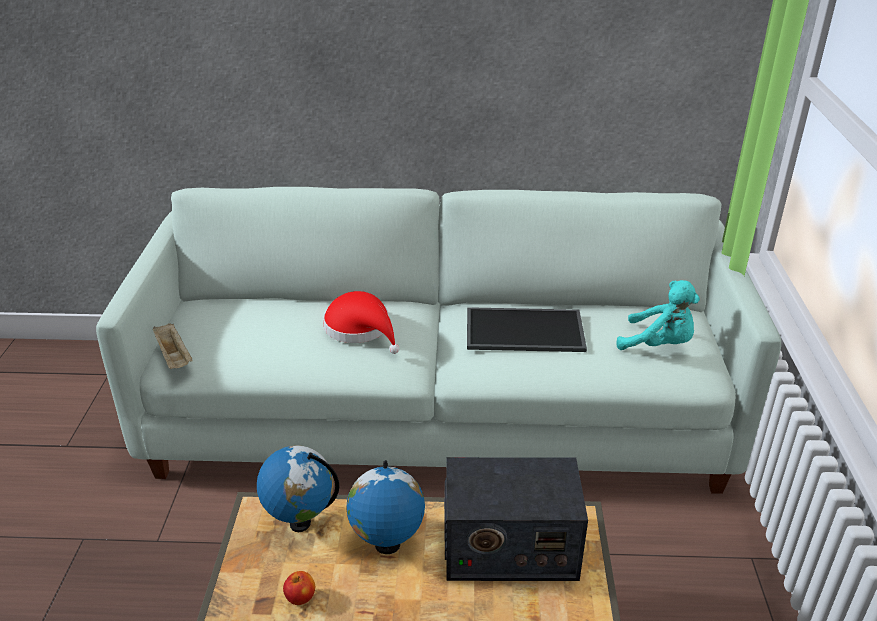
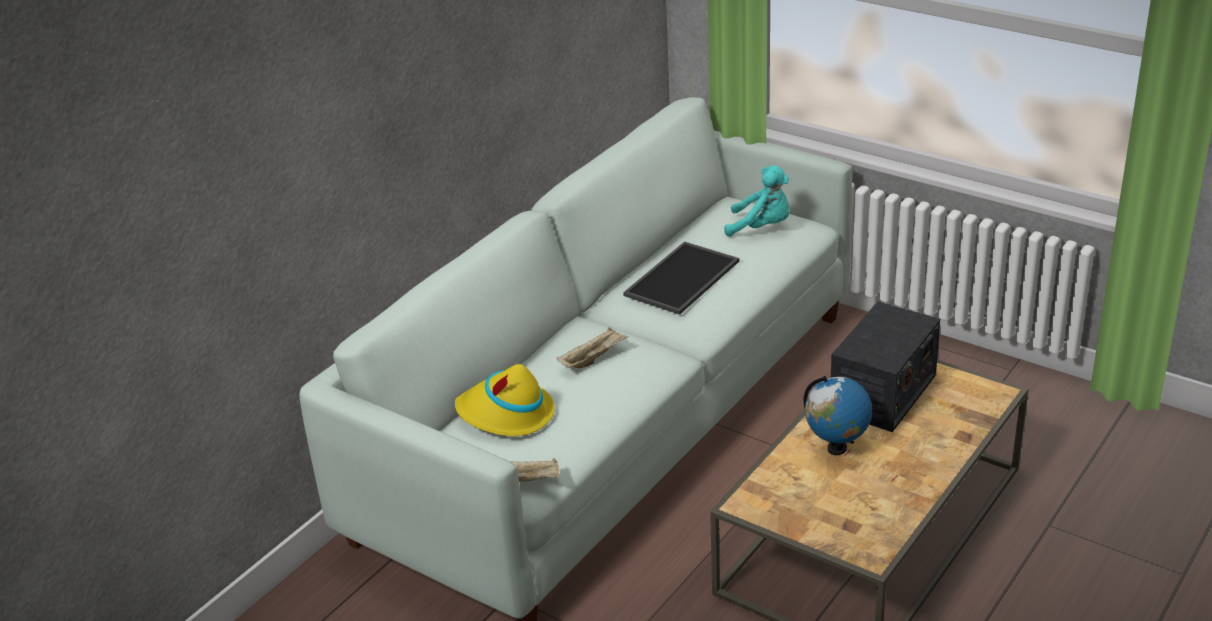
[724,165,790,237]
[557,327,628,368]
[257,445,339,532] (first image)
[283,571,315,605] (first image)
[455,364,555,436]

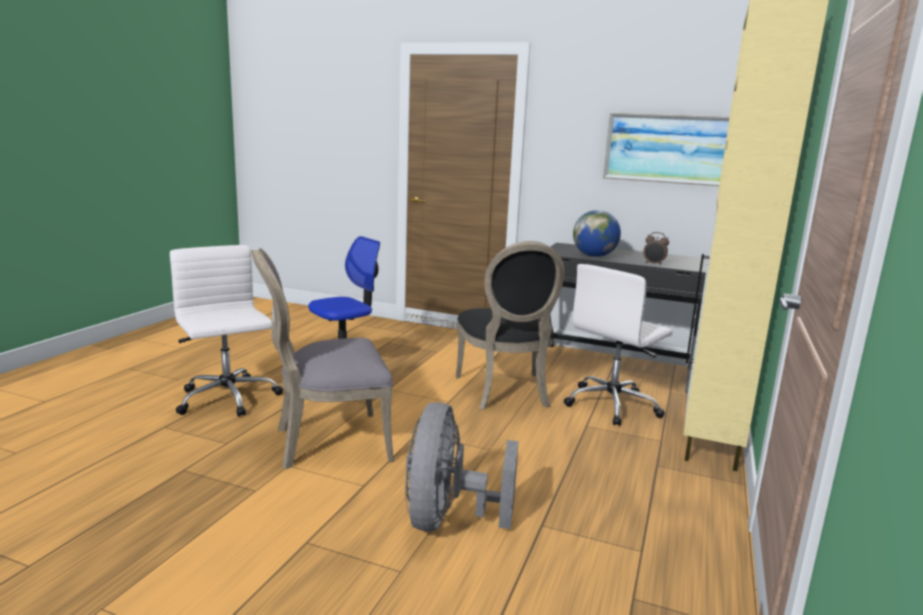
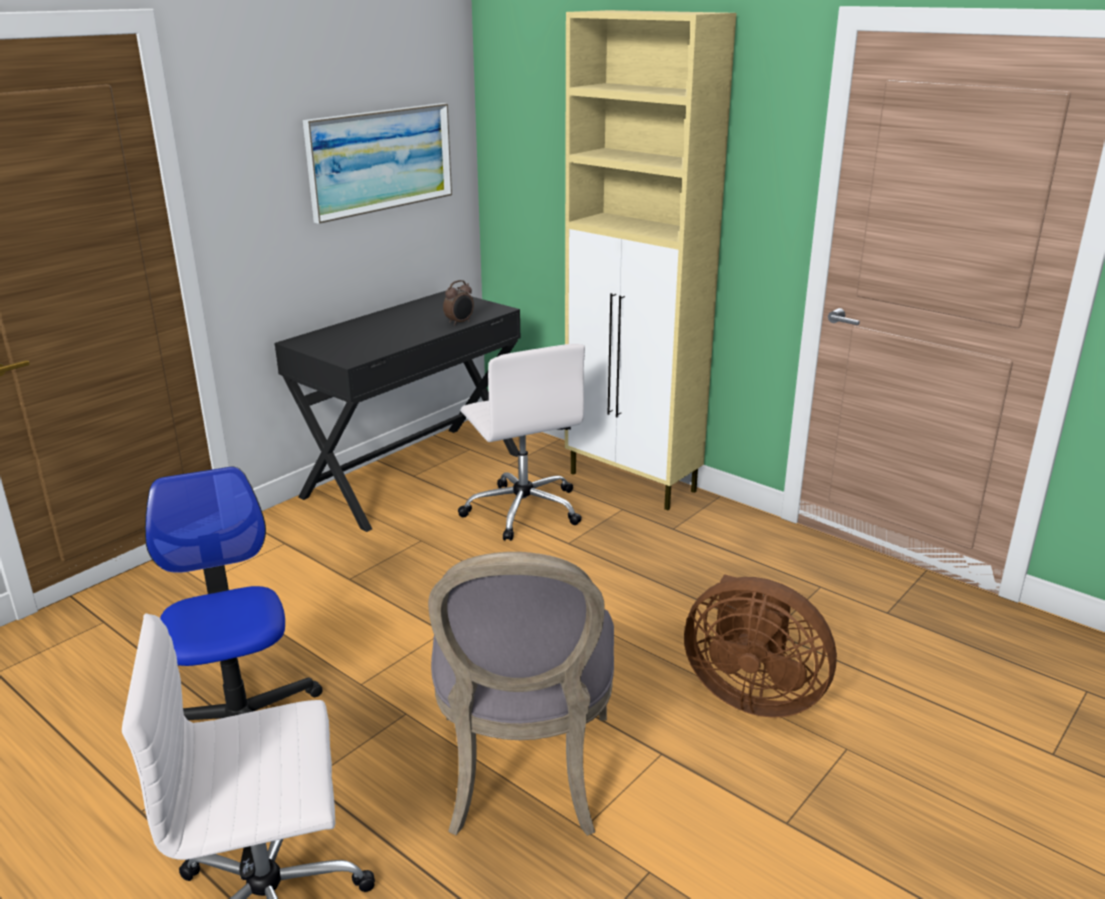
[573,210,621,257] (first image)
[456,241,565,410] (first image)
[684,574,837,718]

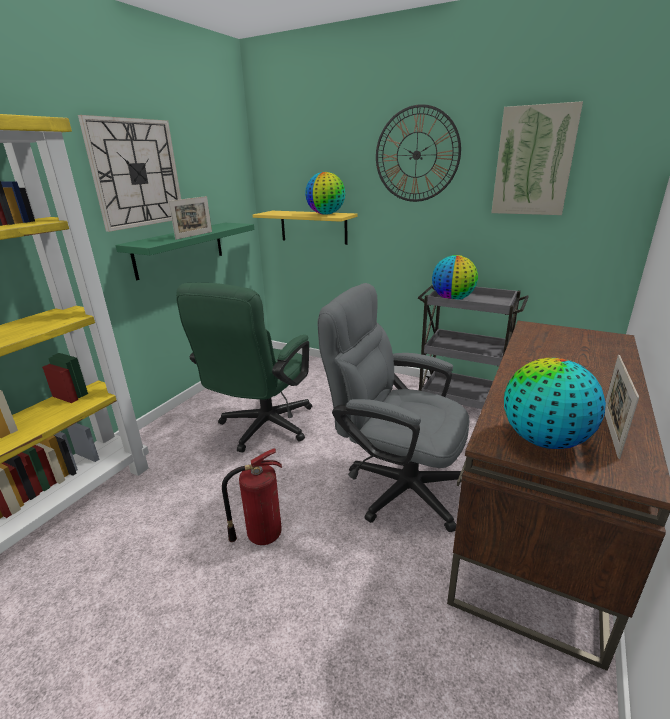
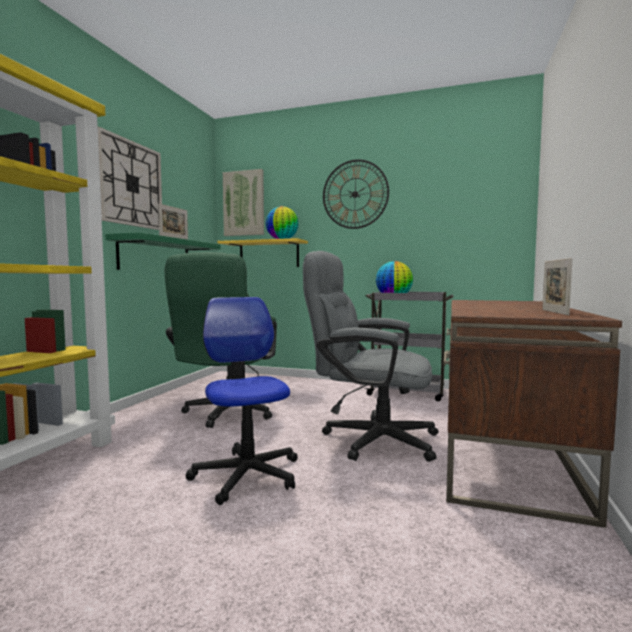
[223,169,264,236]
[504,358,606,449] (first image)
[186,297,298,505]

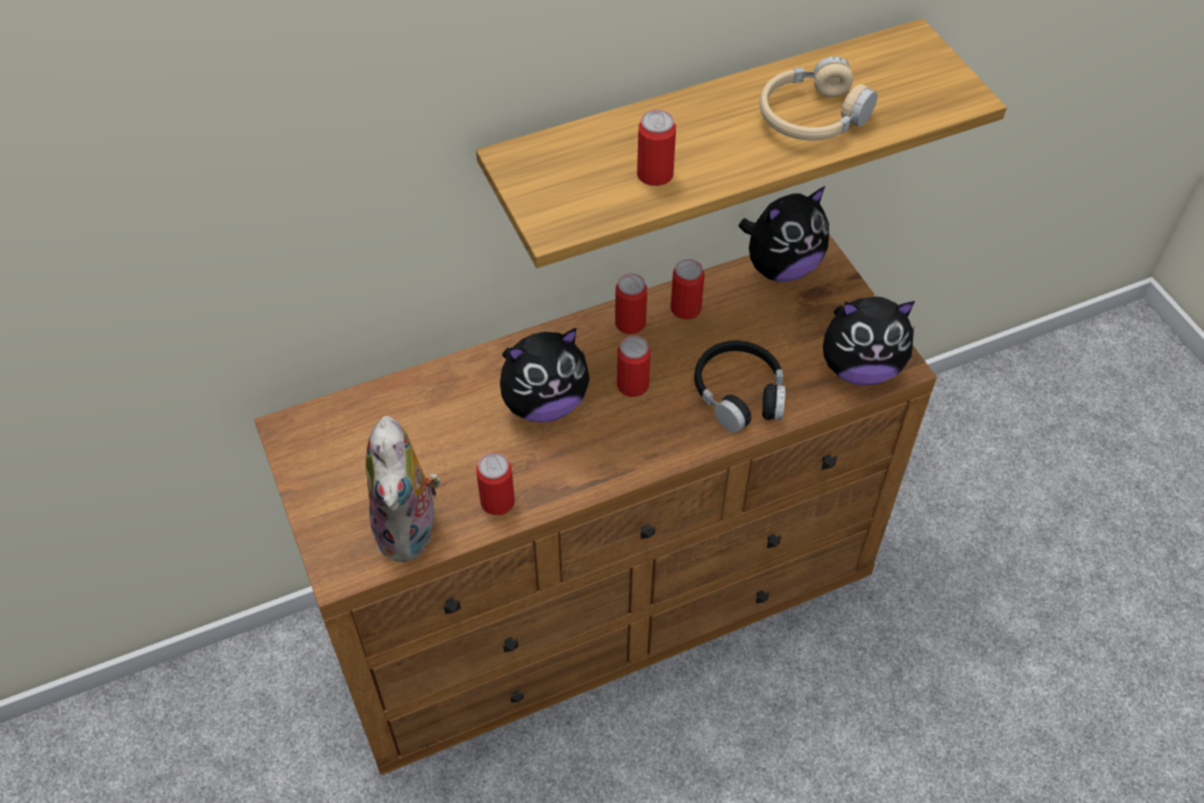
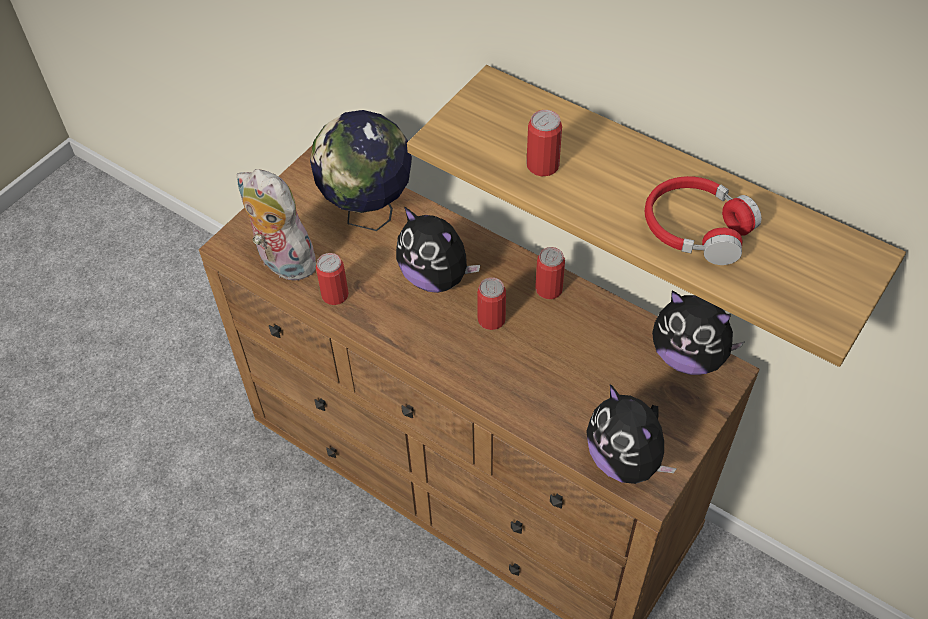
[645,176,761,265]
[671,259,705,319] (first image)
[694,341,785,433] (first image)
[237,169,316,281]
[310,110,412,231]

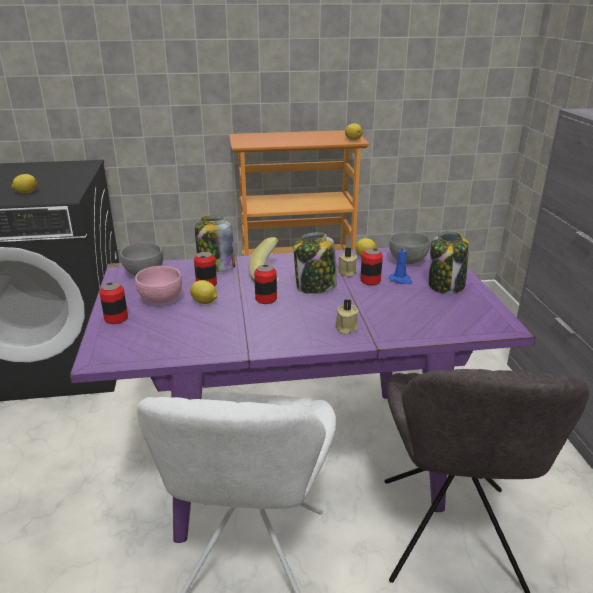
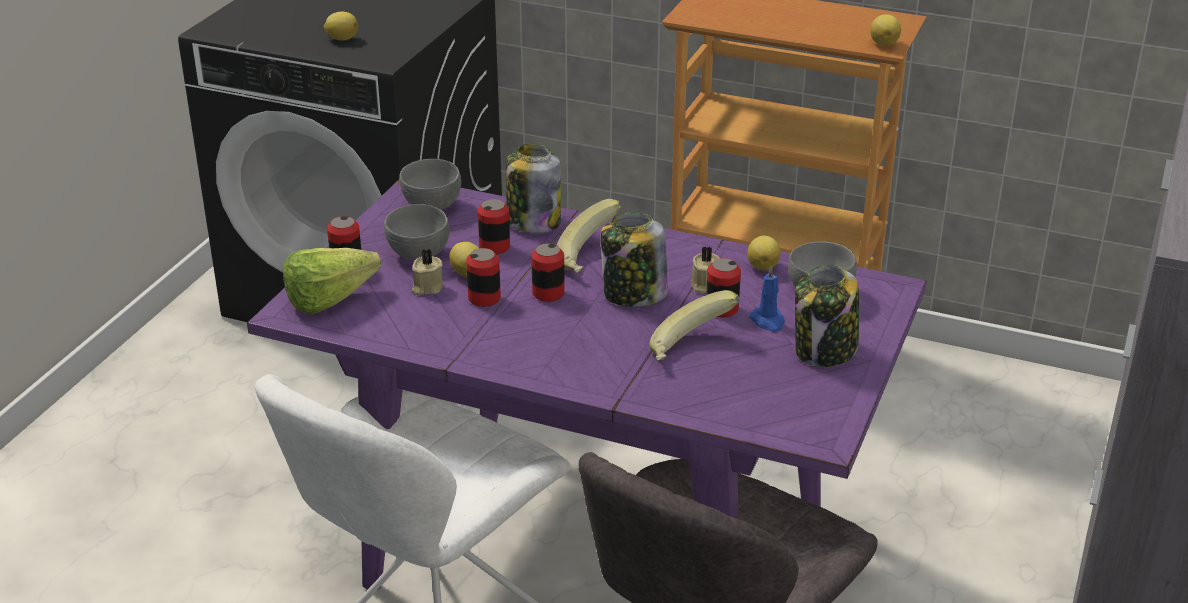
[384,204,450,260]
[412,249,443,295]
[283,248,381,314]
[466,248,501,307]
[650,290,740,361]

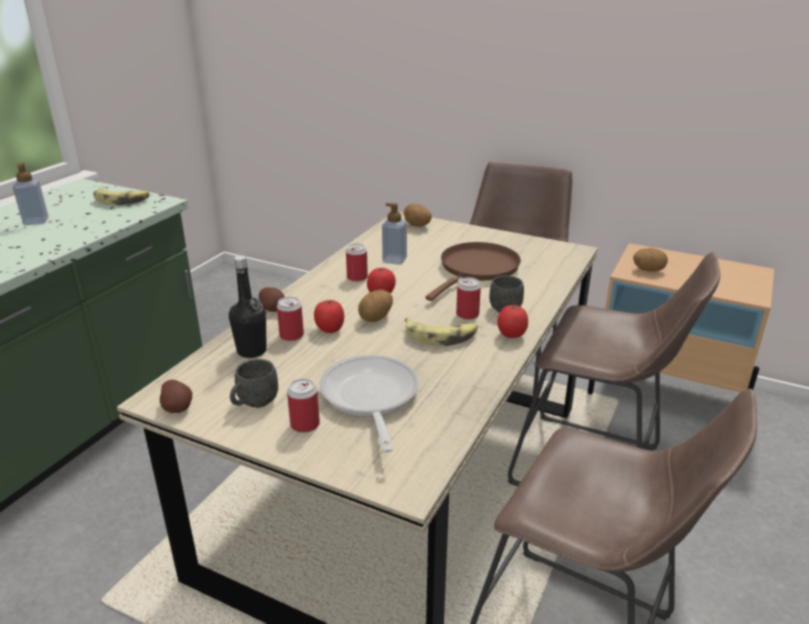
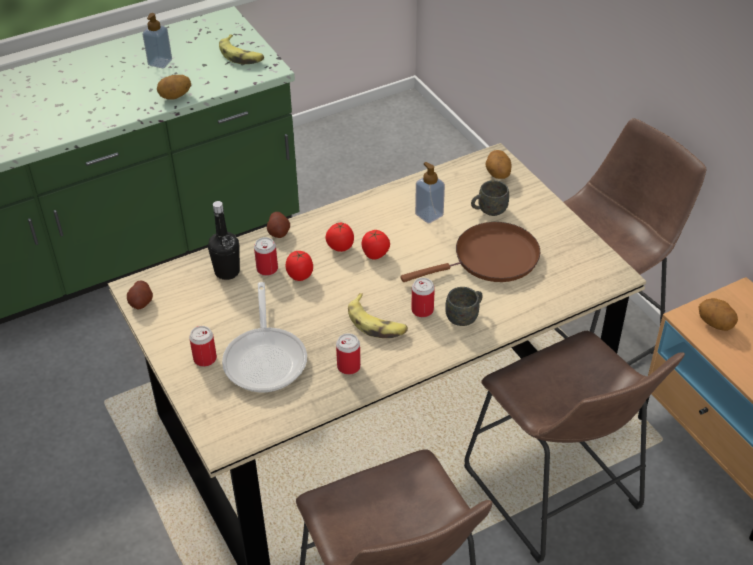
[336,333,361,375]
[157,75,191,100]
[325,223,354,252]
[222,282,307,393]
[471,180,509,216]

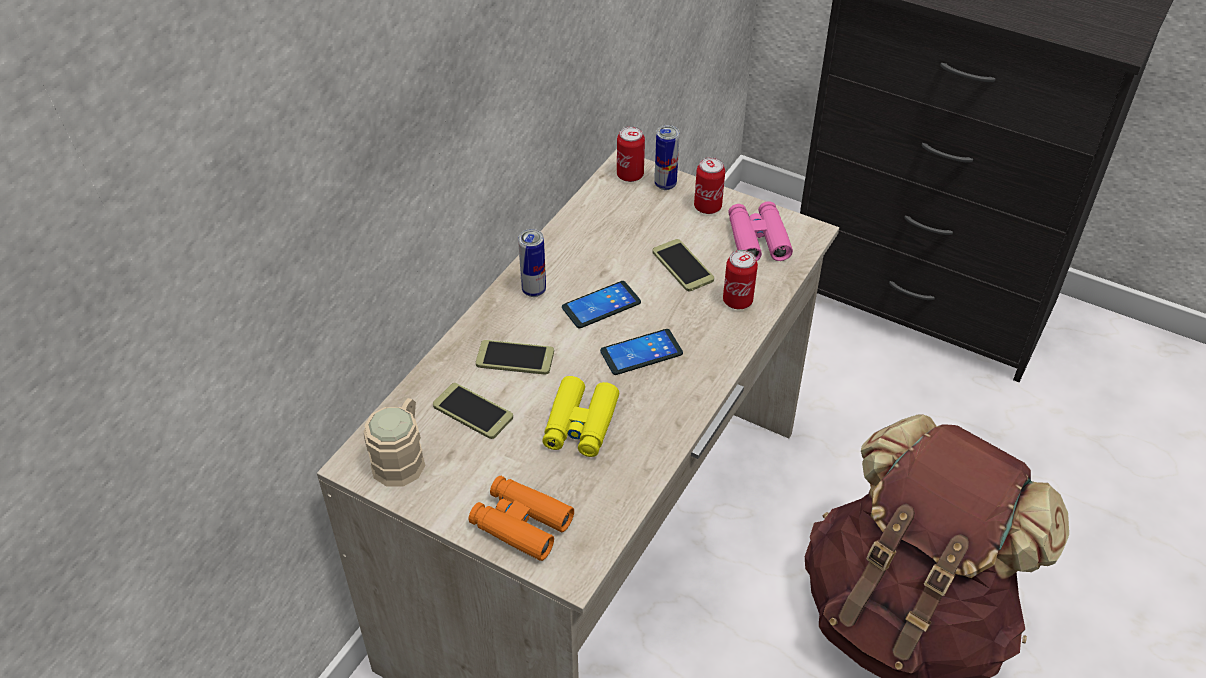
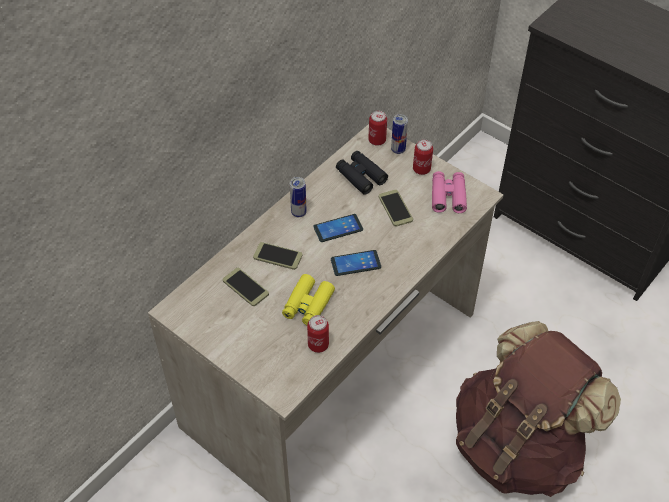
[307,315,329,353]
[363,398,425,487] (first image)
[468,476,574,561] (first image)
[336,151,388,195]

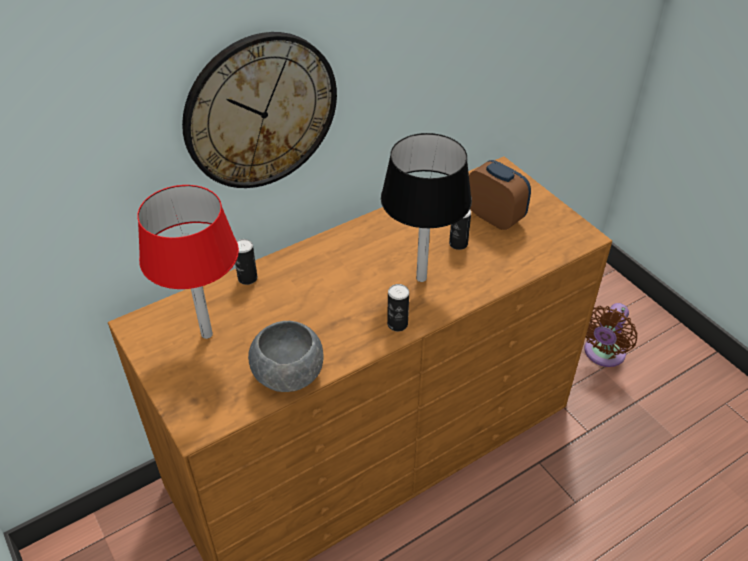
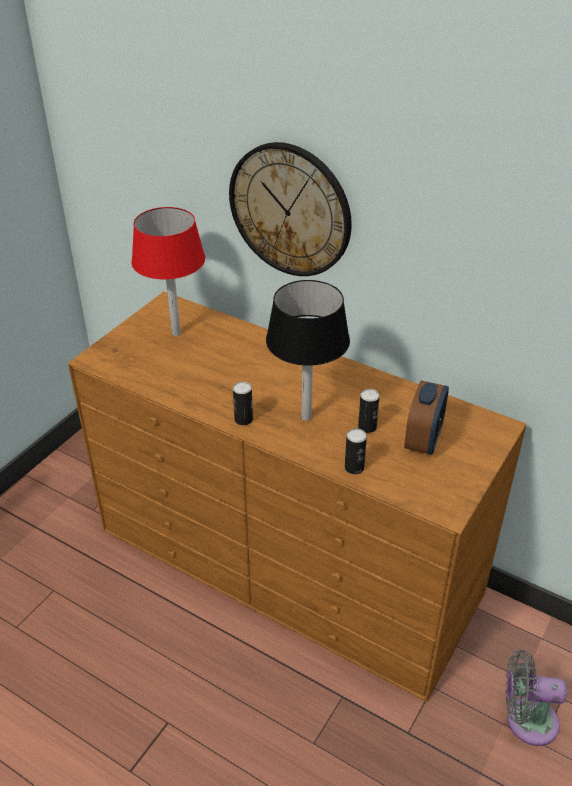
[345,428,367,474]
[506,650,567,746]
[248,321,323,392] (first image)

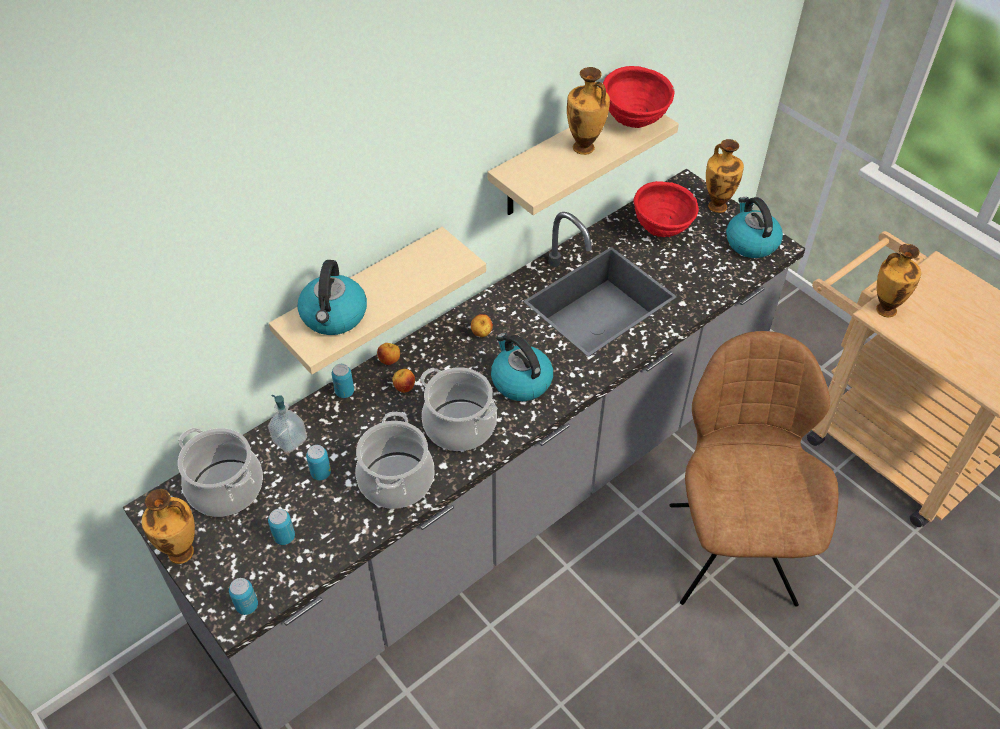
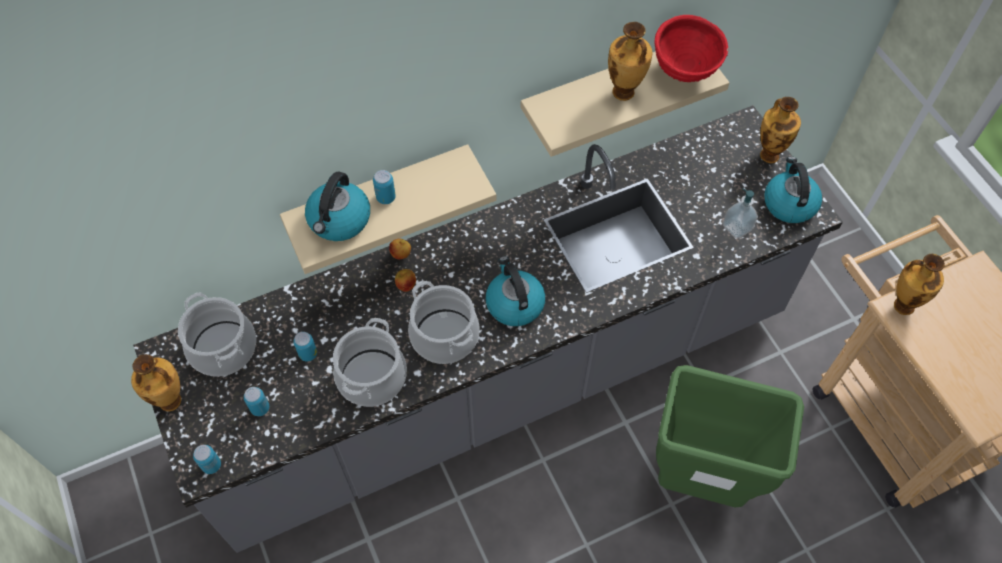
[634,181,699,237] (first image)
[471,314,493,337] (first image)
[656,365,804,507]
[373,170,396,204]
[723,188,758,238]

